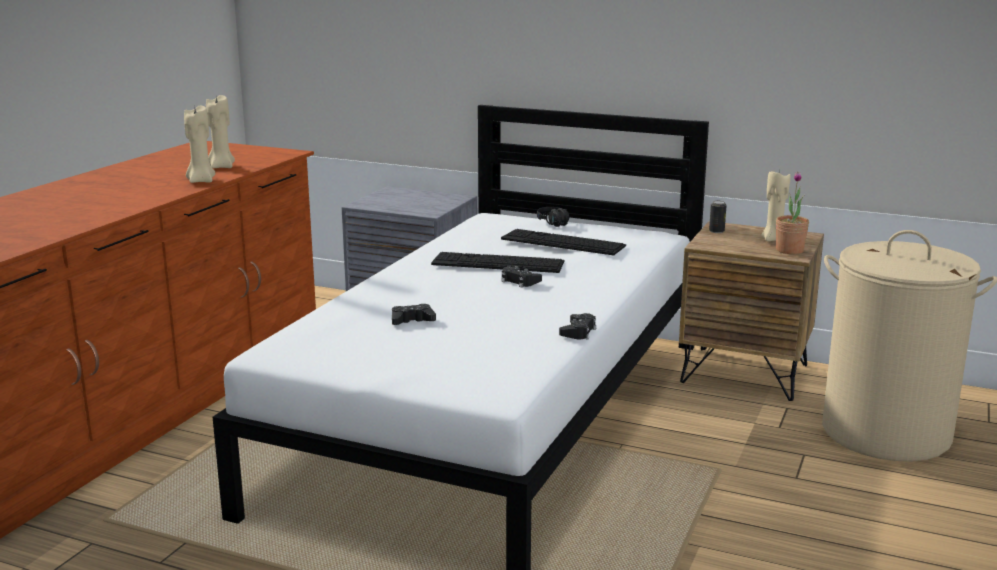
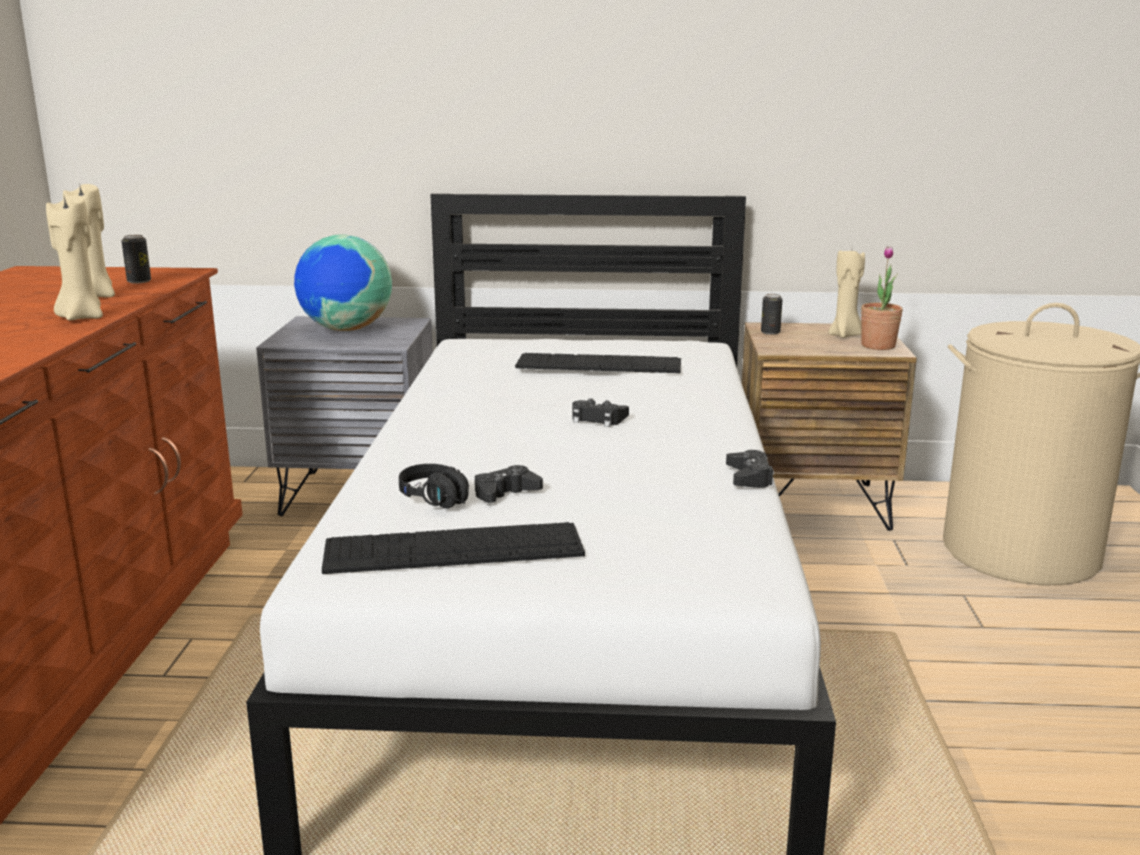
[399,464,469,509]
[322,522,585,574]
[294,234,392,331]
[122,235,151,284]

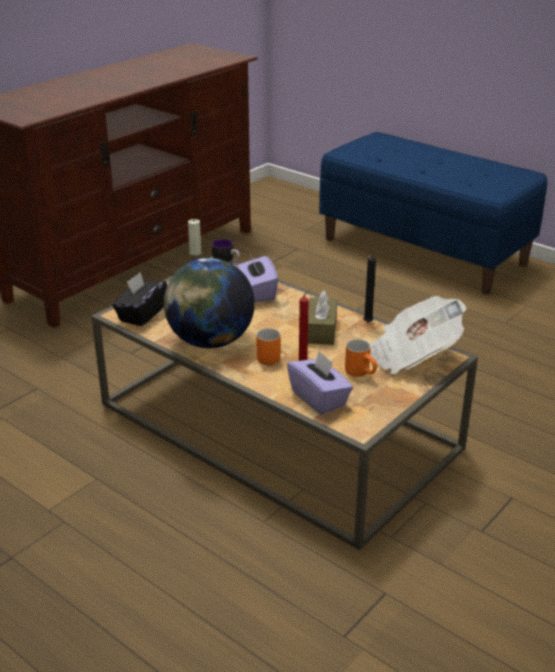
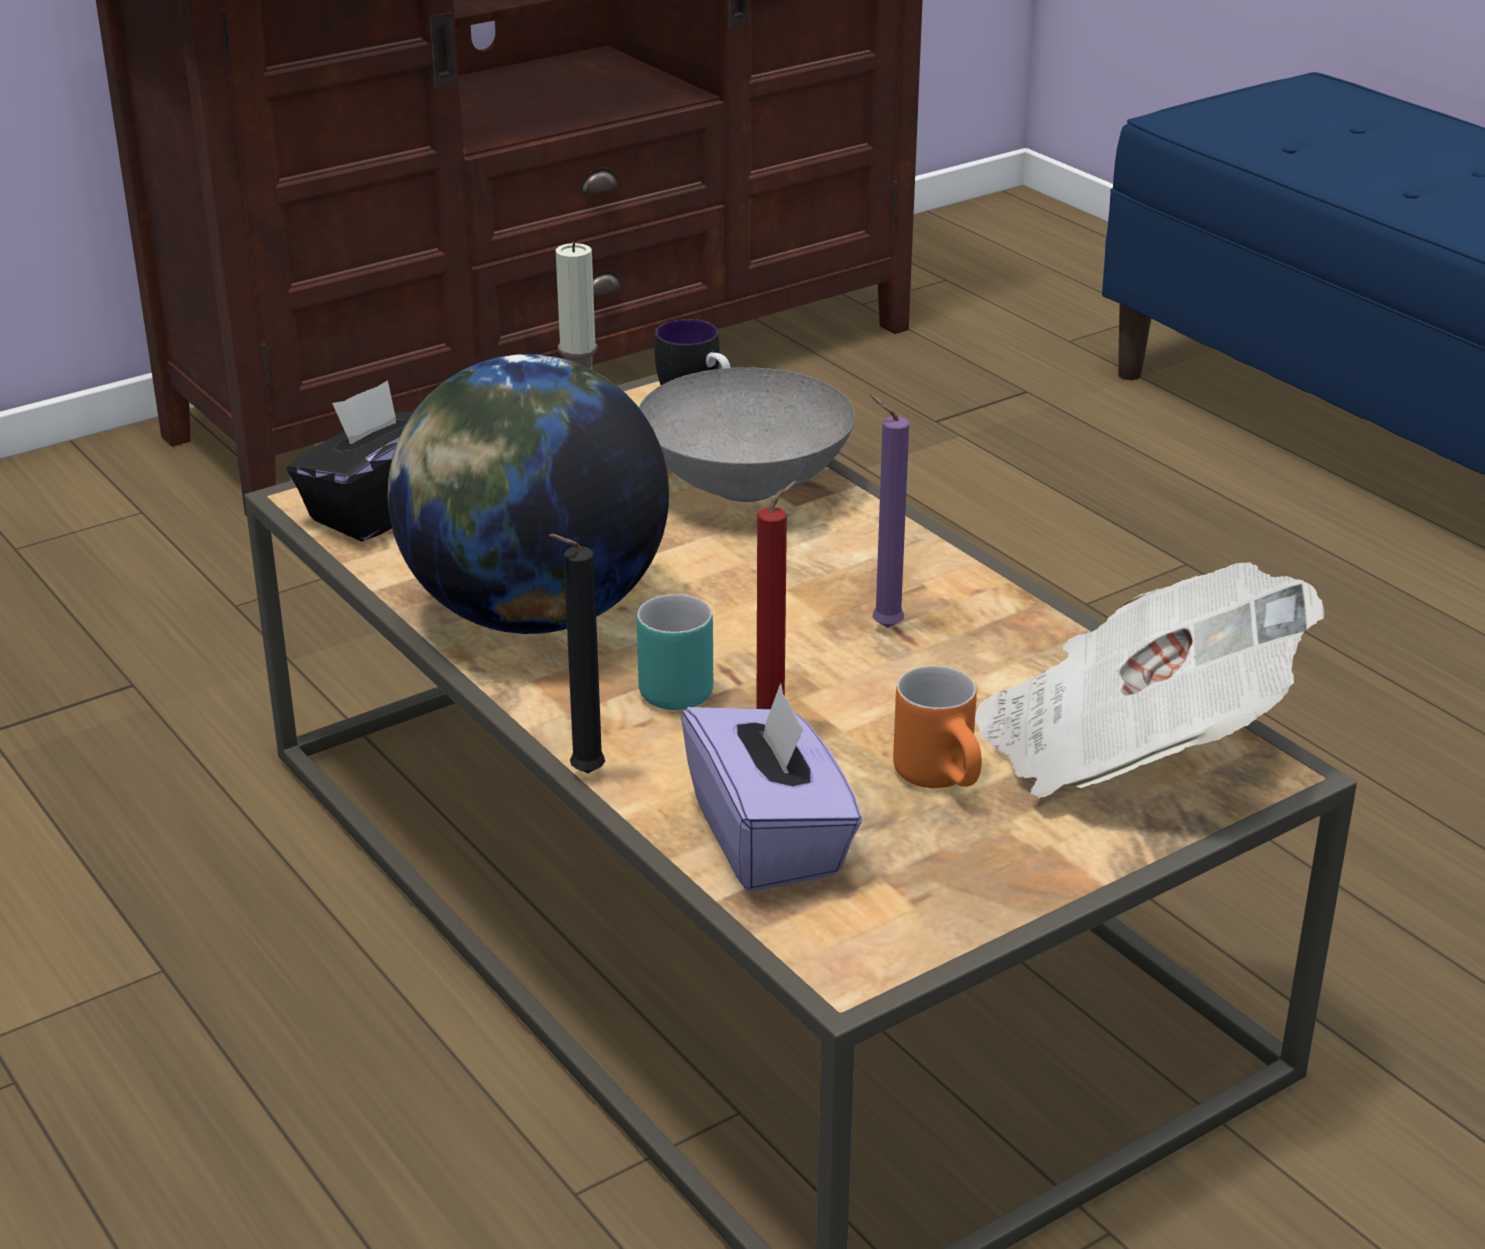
[639,367,855,502]
[549,534,605,773]
[869,394,909,628]
[637,594,713,710]

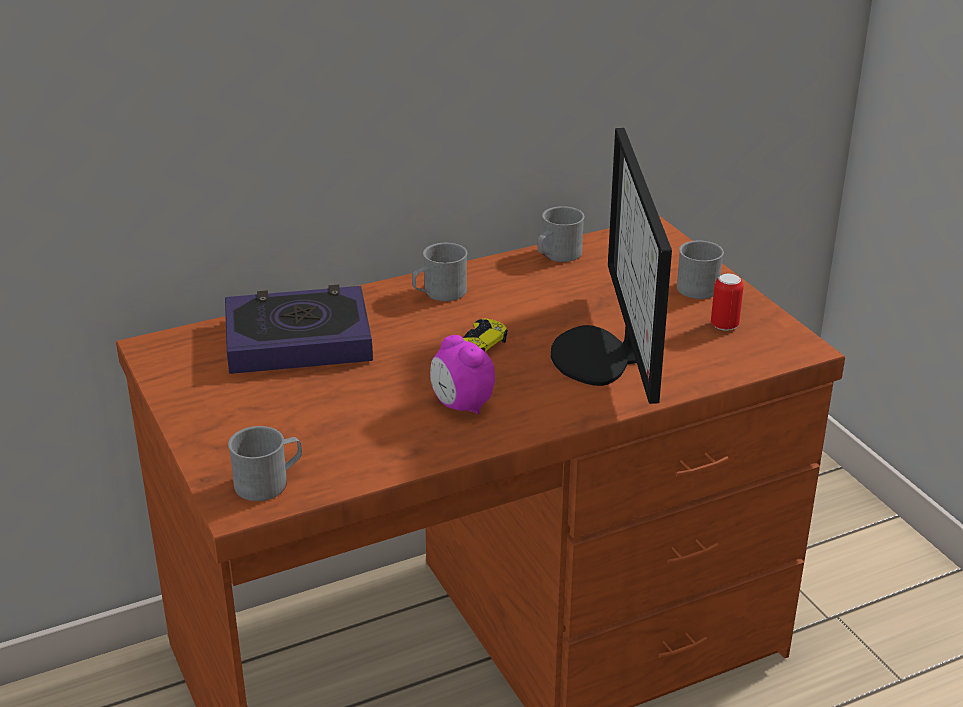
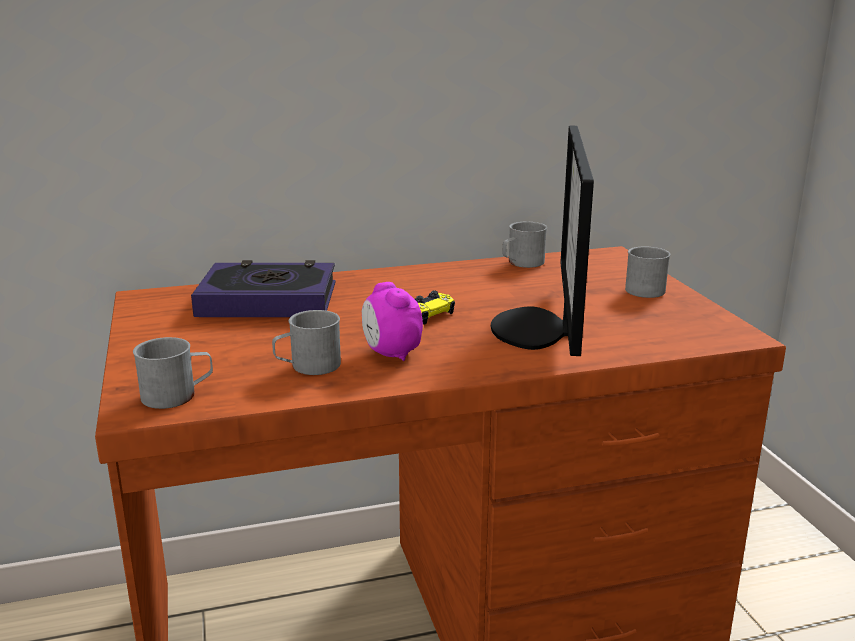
[272,310,341,375]
[711,274,744,331] (first image)

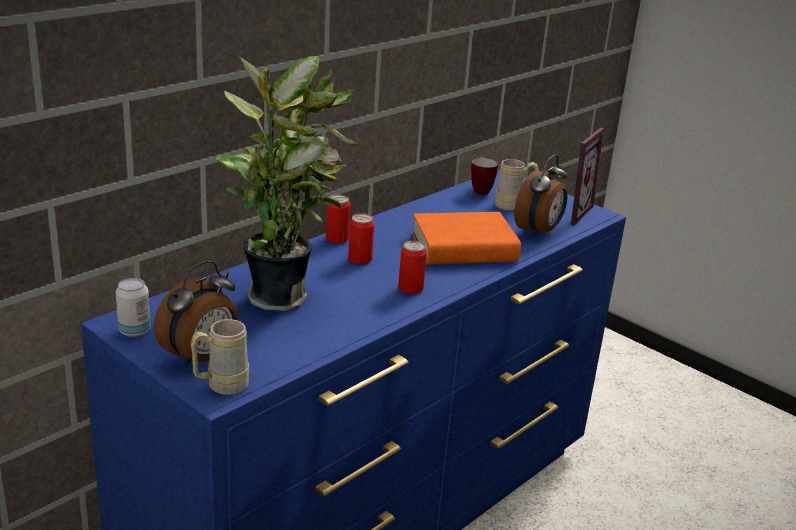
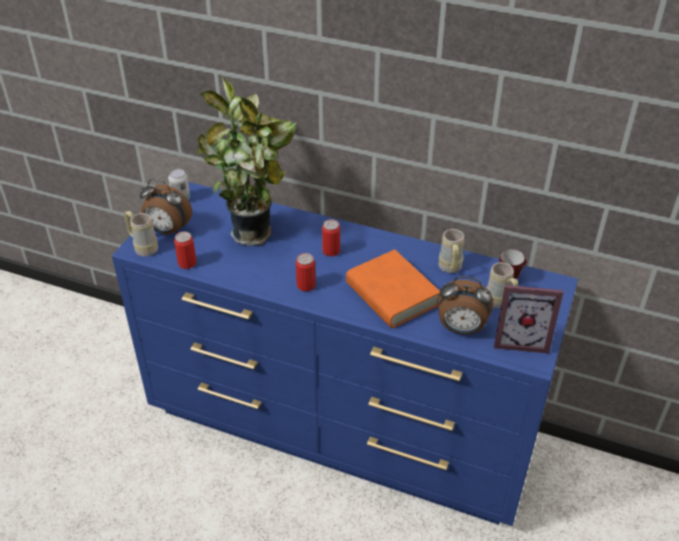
[174,232,197,269]
[439,229,464,273]

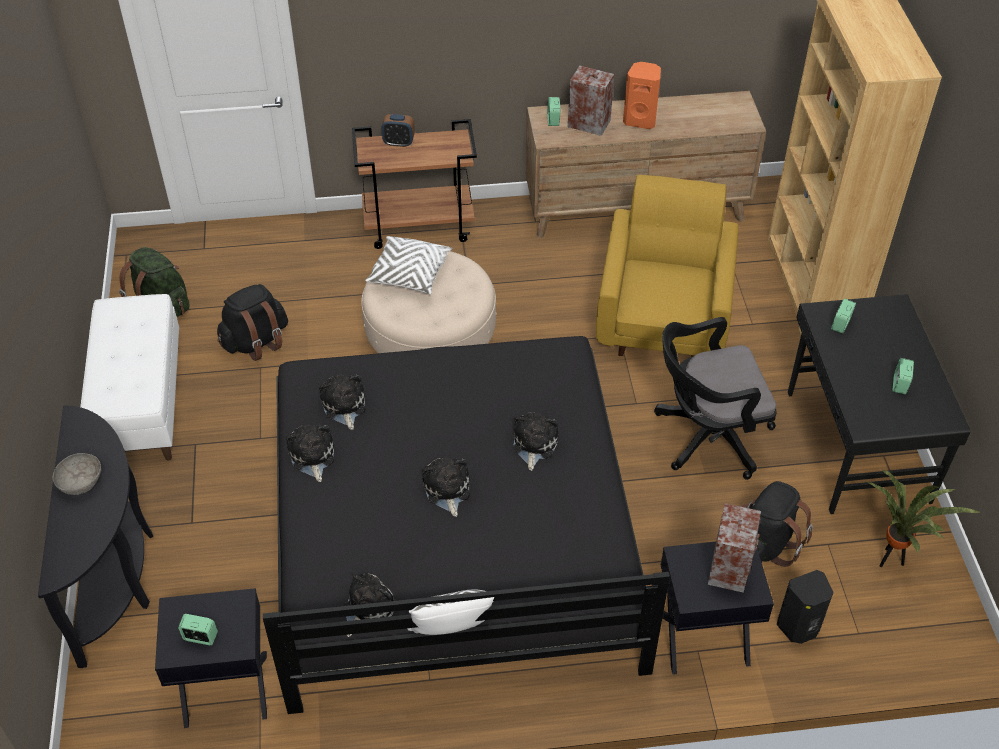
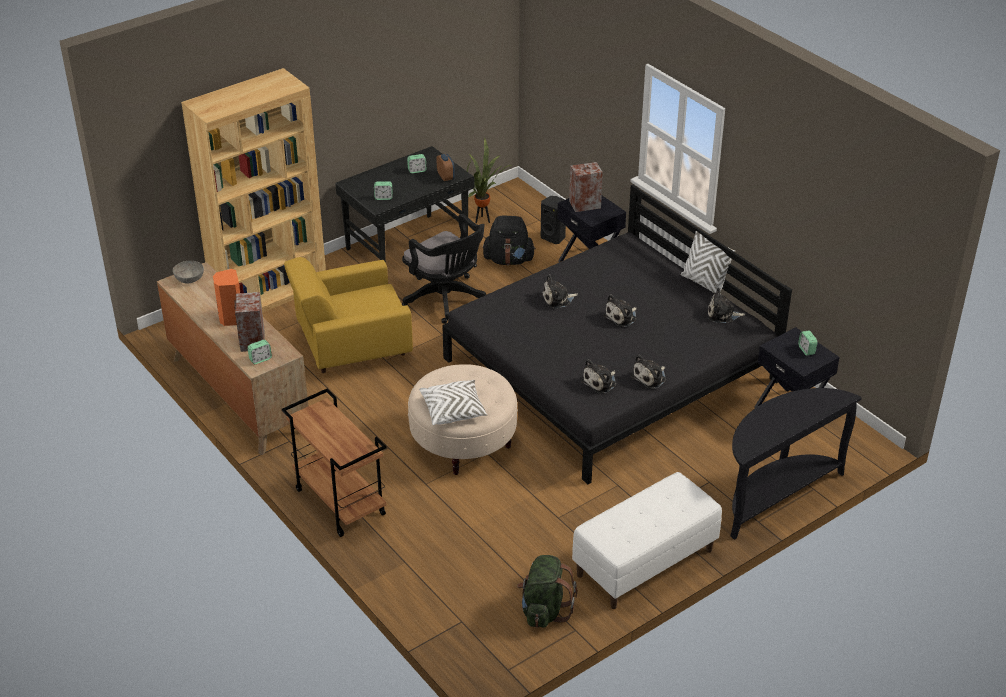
[437,154,455,181]
[217,284,288,361] (first image)
[173,261,204,283]

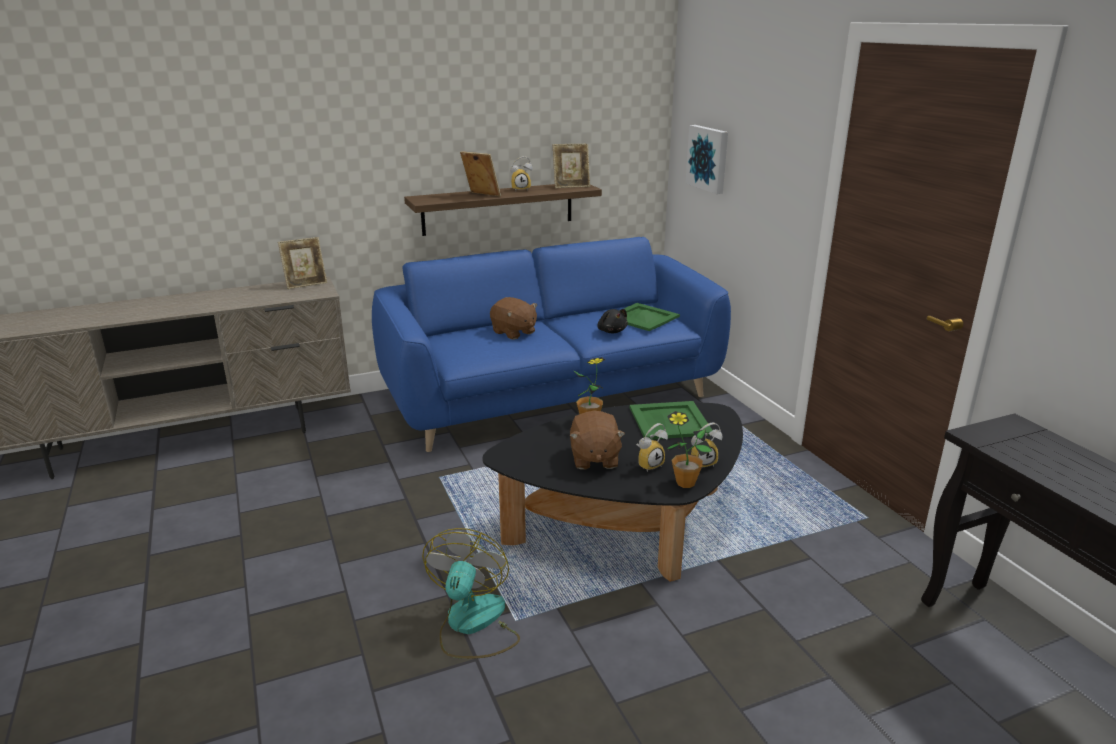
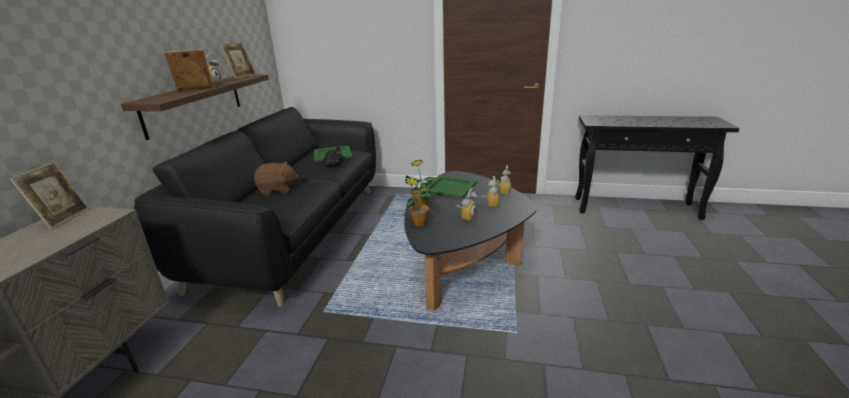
[685,125,728,194] (first image)
[134,107,376,307]
[457,188,478,221]
[405,178,431,226]
[422,528,520,659] (first image)

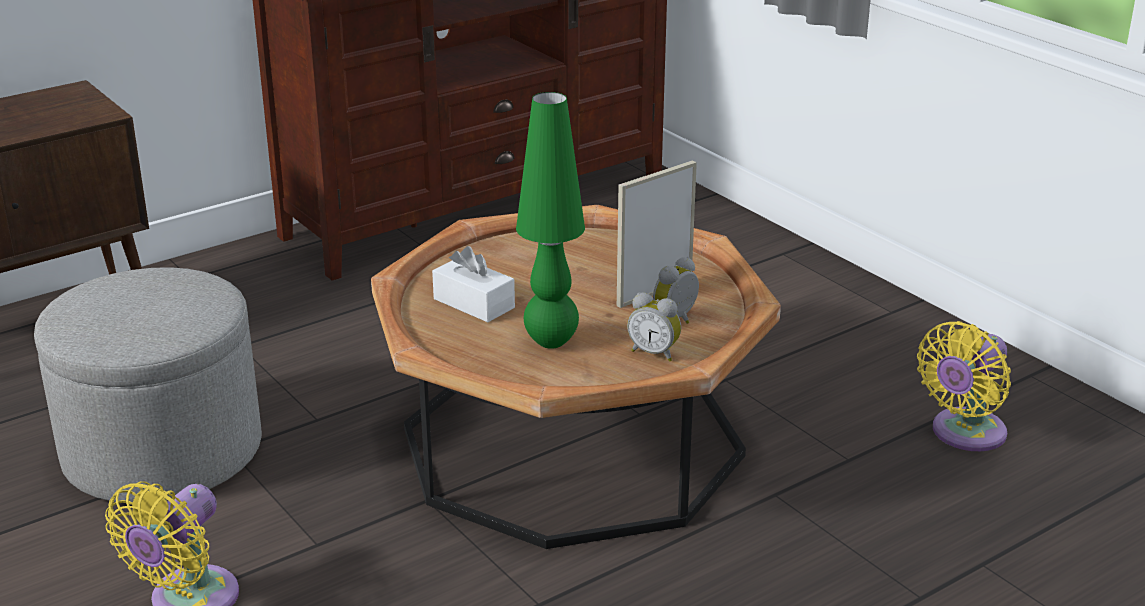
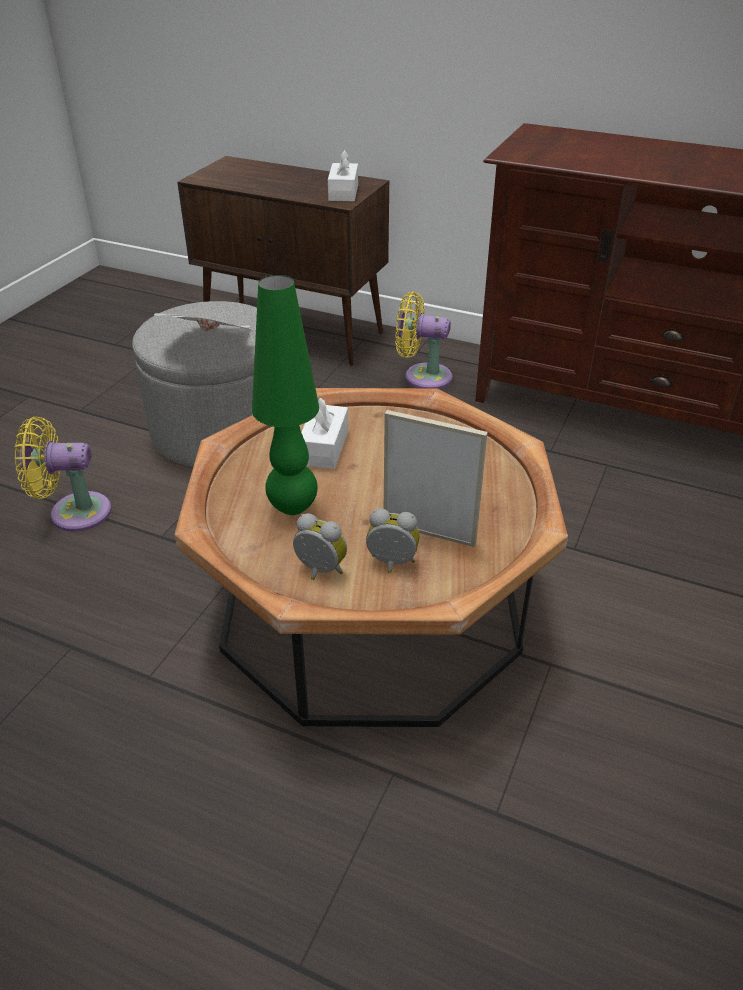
[293,513,347,580]
[395,292,453,389]
[328,149,358,201]
[154,313,254,331]

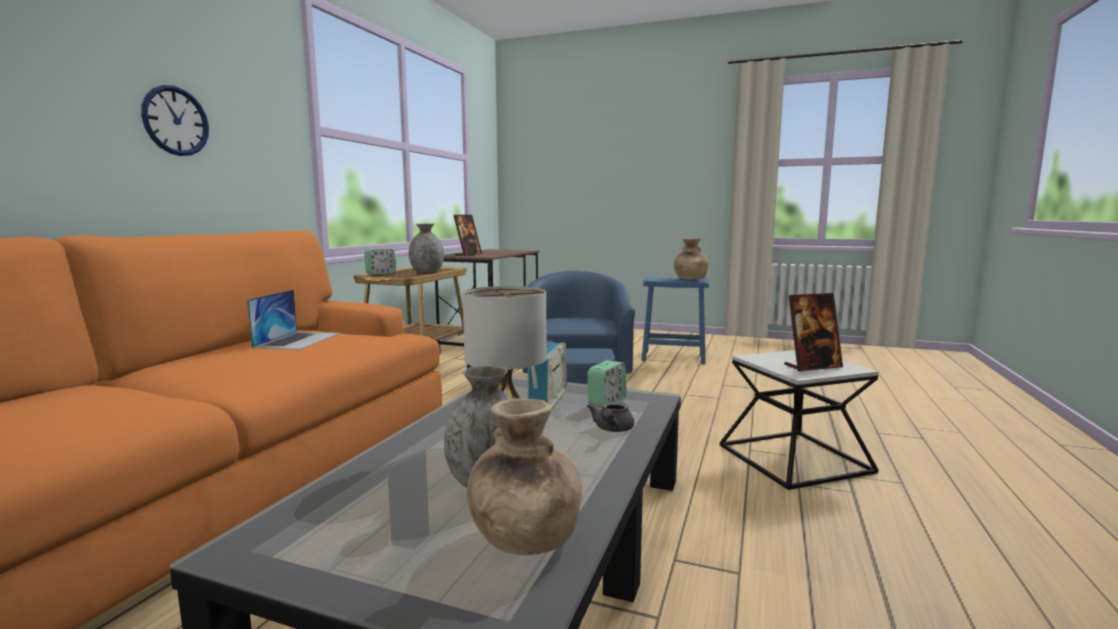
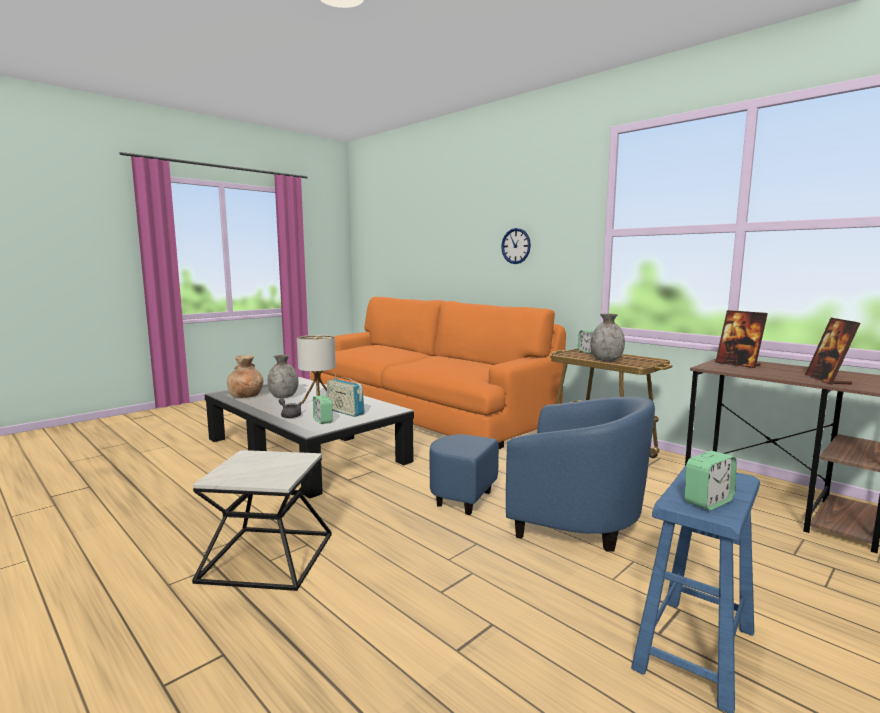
[685,451,737,510]
[247,290,340,350] (first image)
[805,318,860,385]

